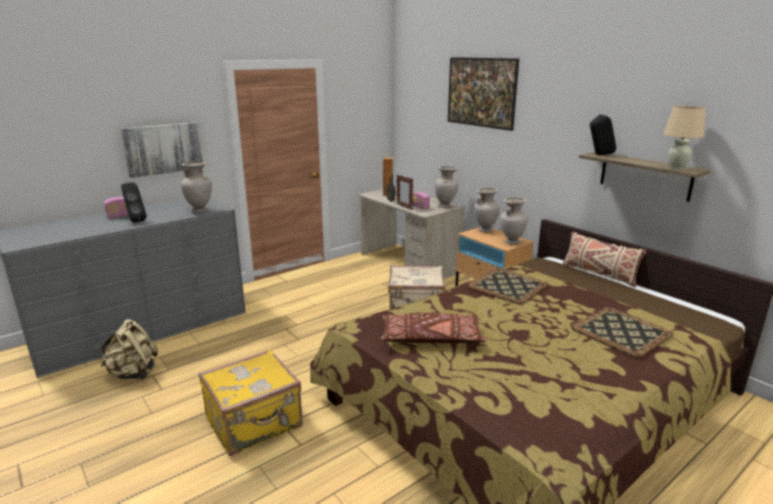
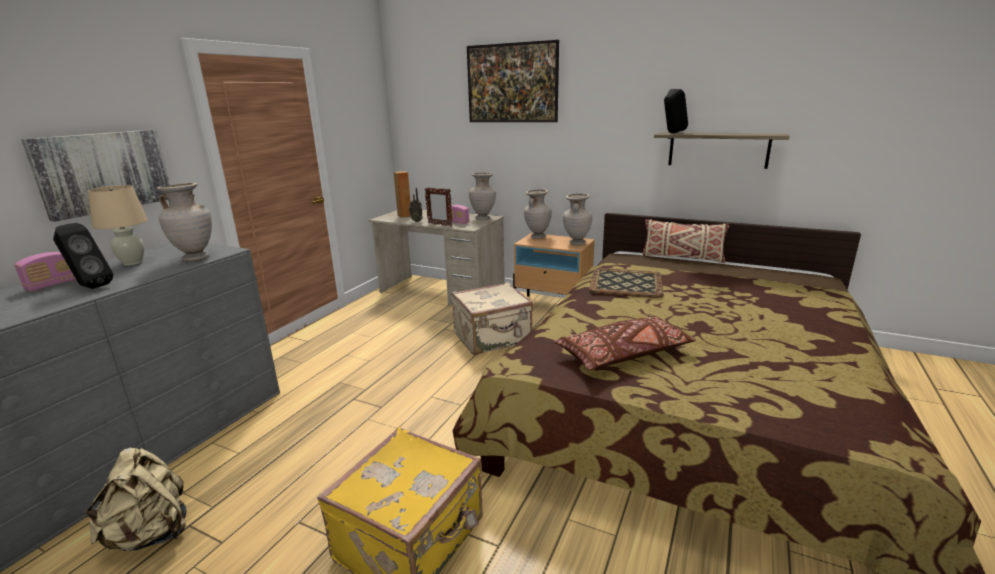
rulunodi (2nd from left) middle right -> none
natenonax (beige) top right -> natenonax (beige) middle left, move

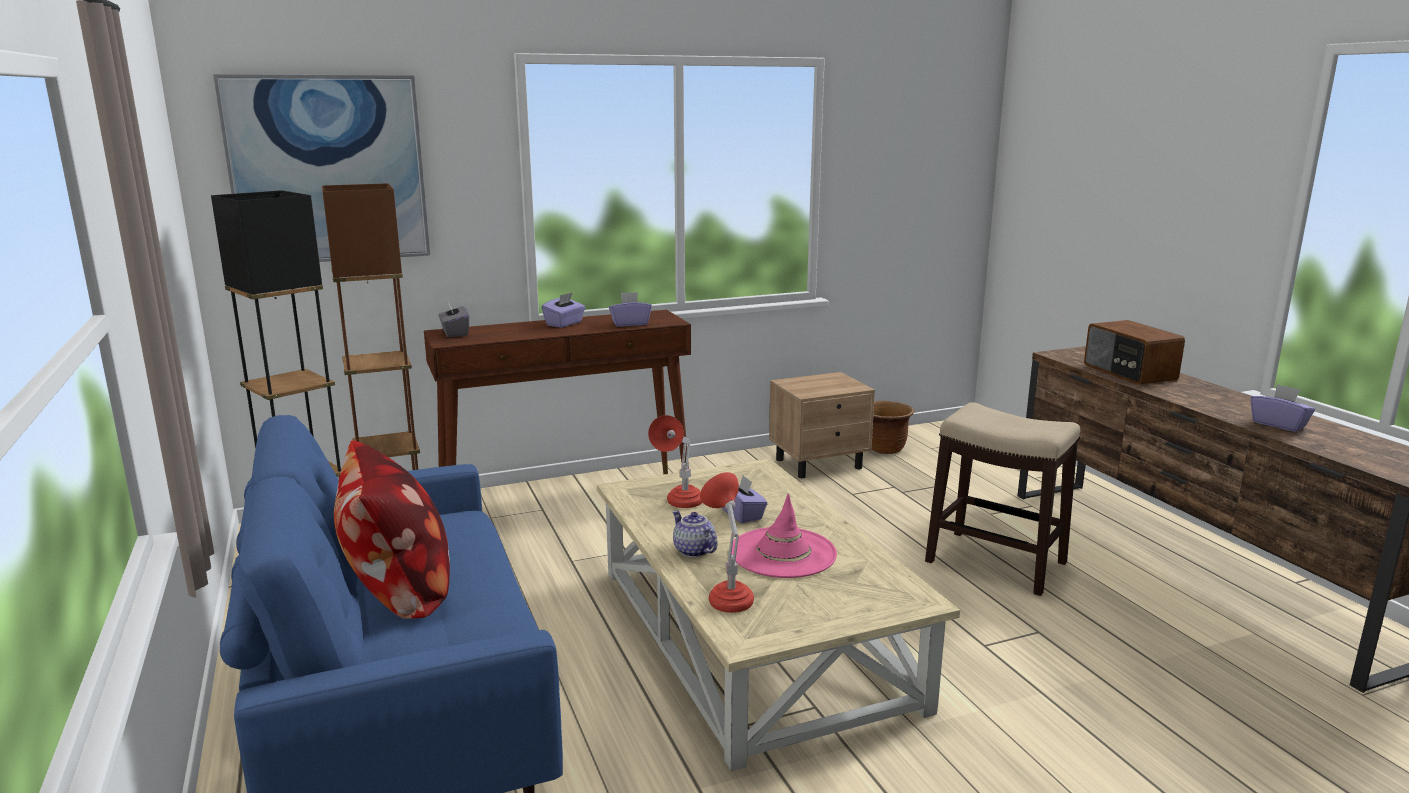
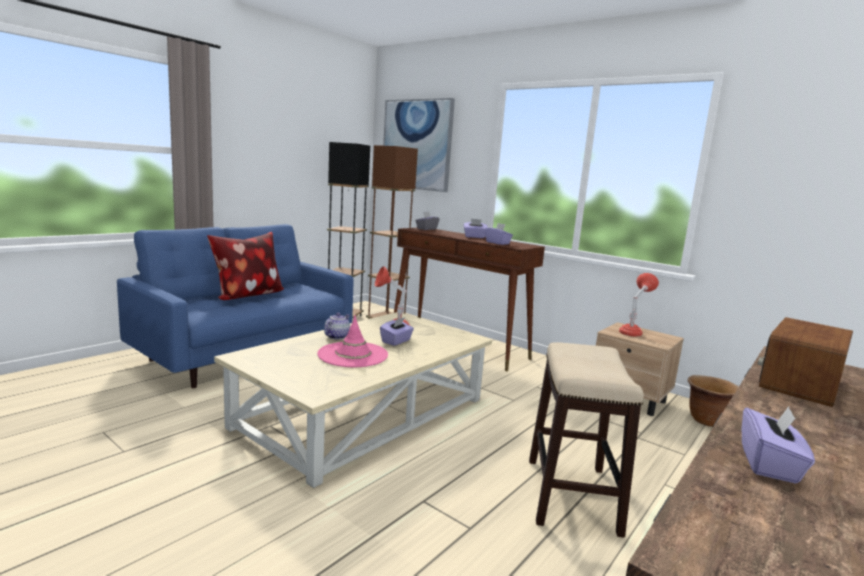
natenonax (red) (2nd from left) bottom centre -> natenonax (red) (2nd from left) middle right, move

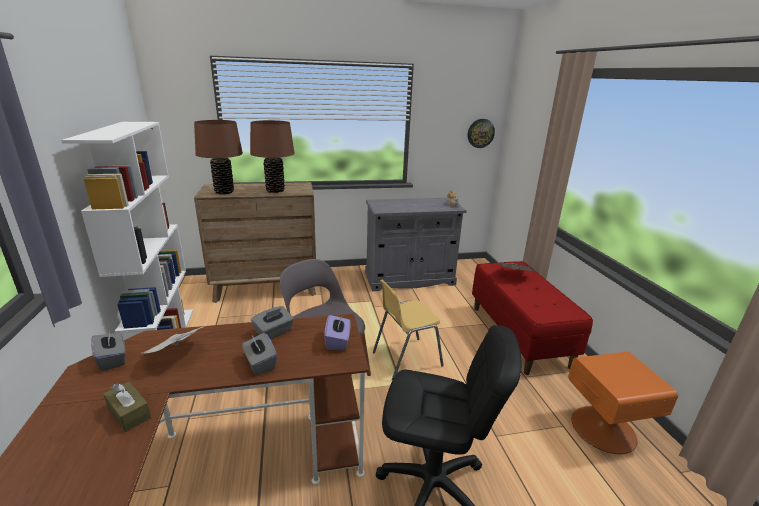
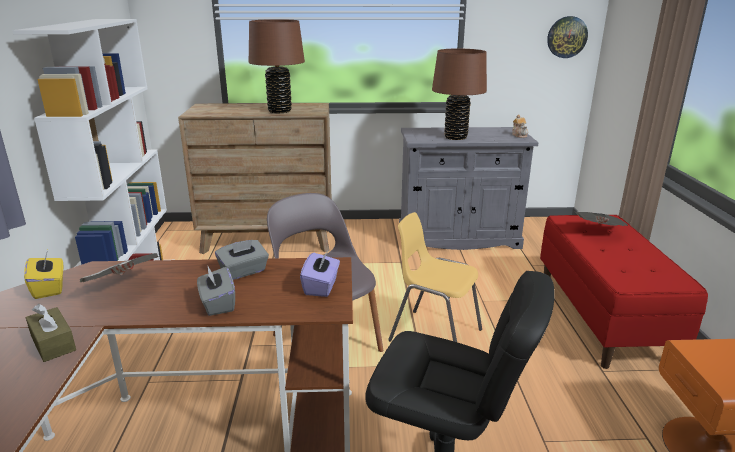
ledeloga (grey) (1st from left) bottom left -> ledeloga (yellow) middle left
natenonax (brown) (1st from left in the first image) top left -> natenonax (brown) (2nd from left) top centre, move
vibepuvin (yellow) centre, 45 degrees clockwise

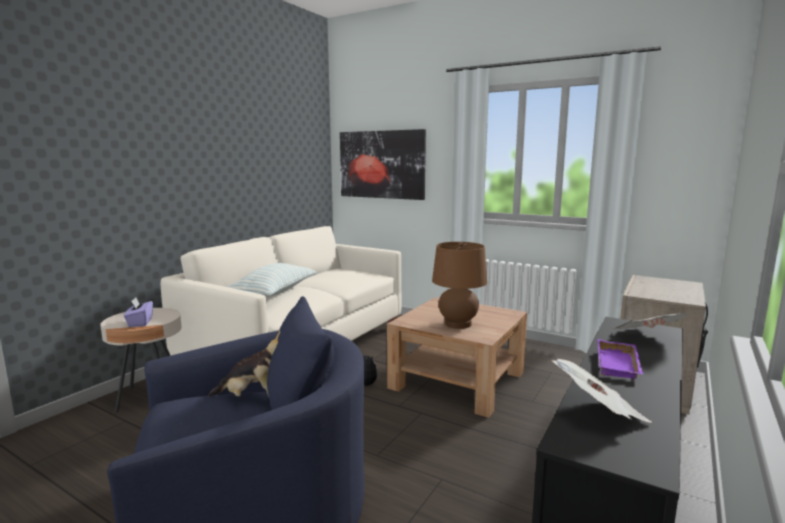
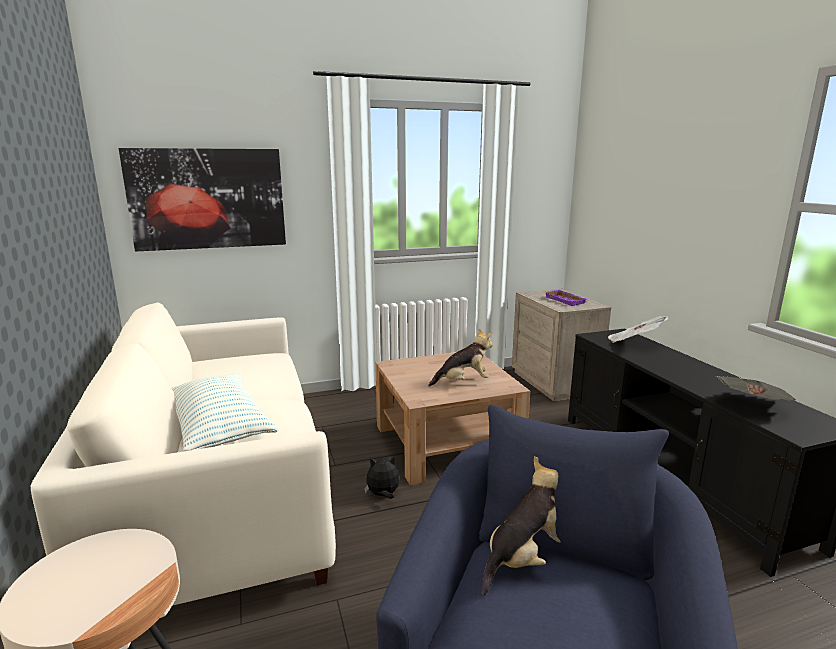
ledeloga (purple) middle left -> none
natenonax (brown) centre -> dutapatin (2nd from left) centre
rulunodi (purple) bottom right -> rulunodi (purple) middle right, move

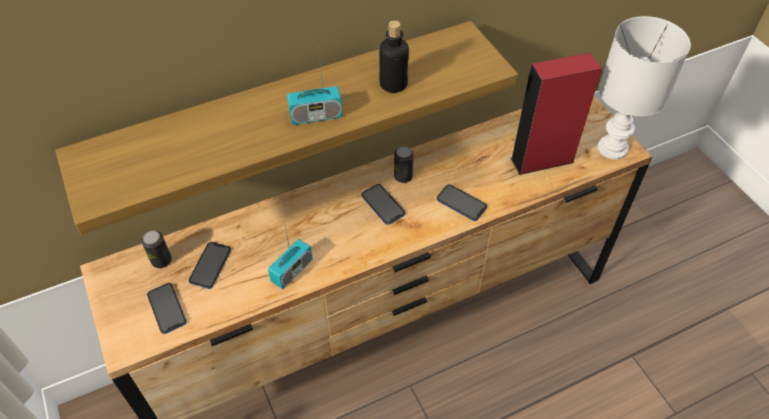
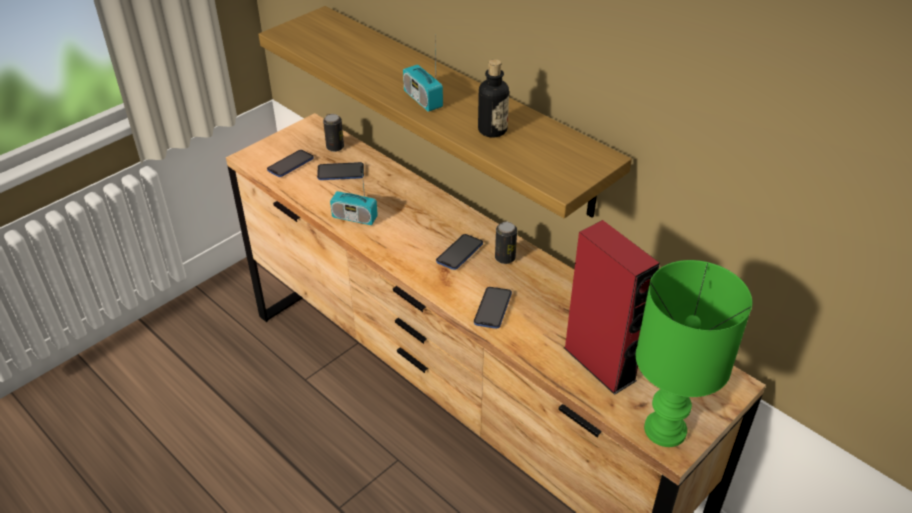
natenonax (white) top right -> natenonax (green) bottom right

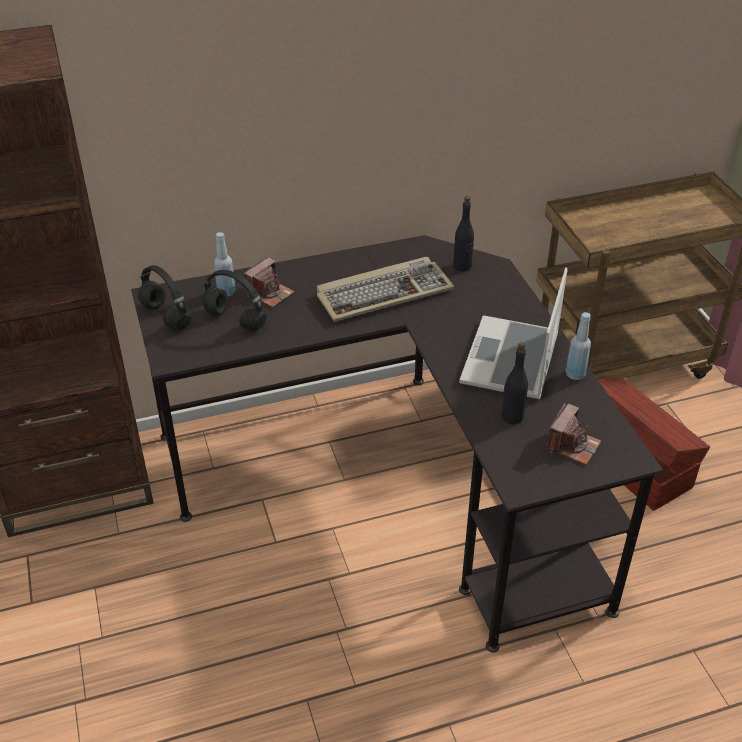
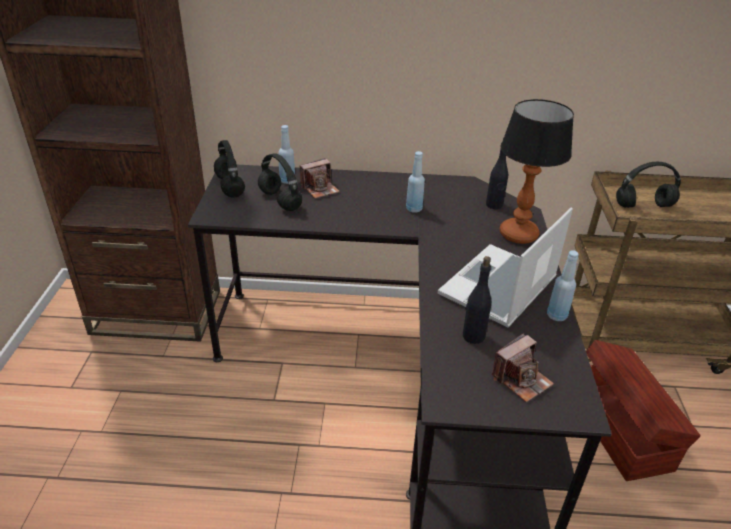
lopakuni centre -> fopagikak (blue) (2nd from left) centre
none -> natenonax top right
none -> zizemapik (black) (3rd from left) middle right

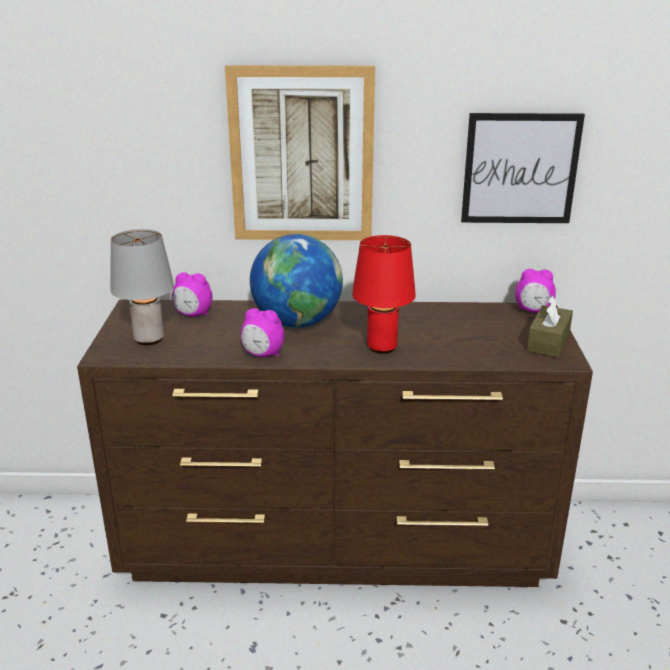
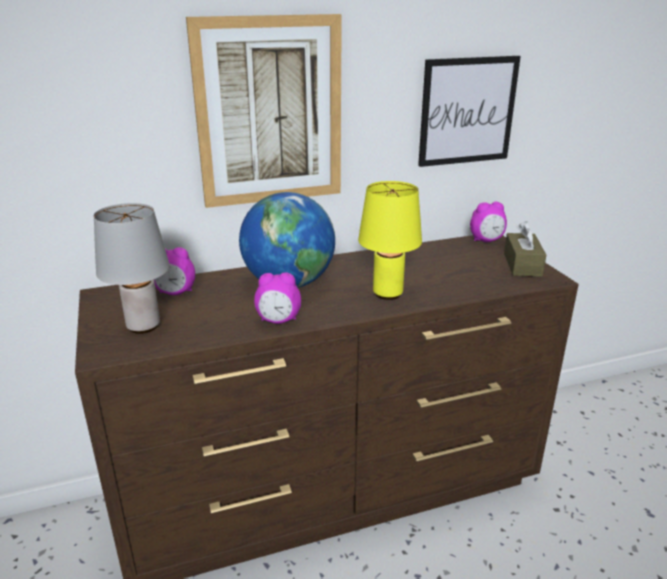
natenonax (red) centre -> natenonax (yellow) centre

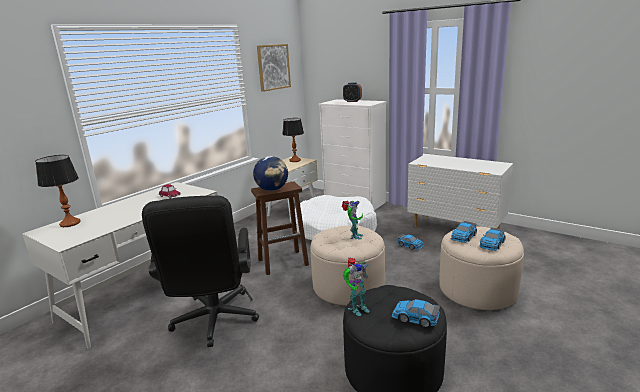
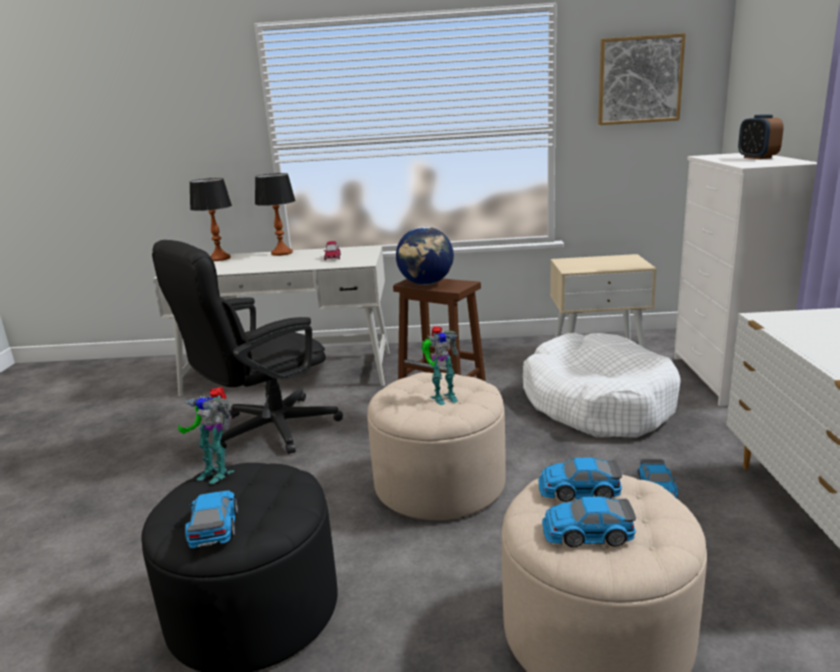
natenonax (2nd from left) centre -> natenonax (2nd from left) top left, move

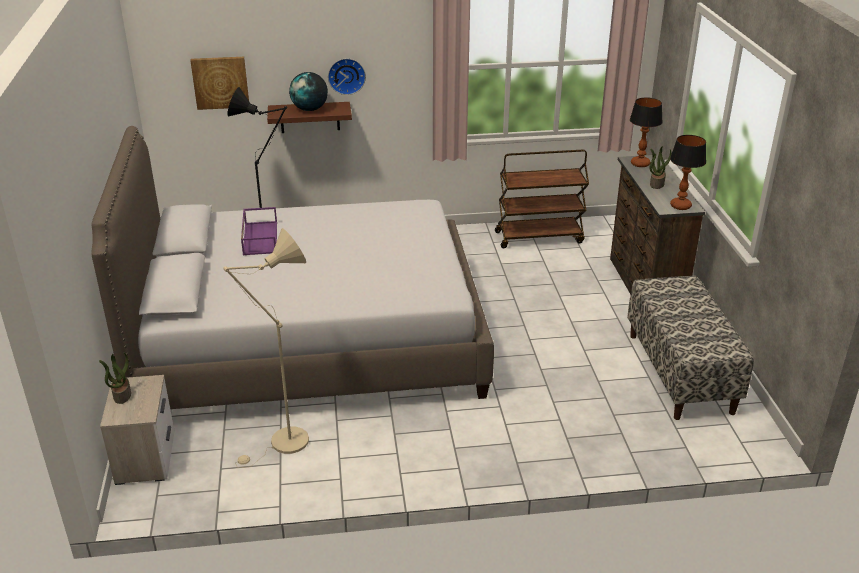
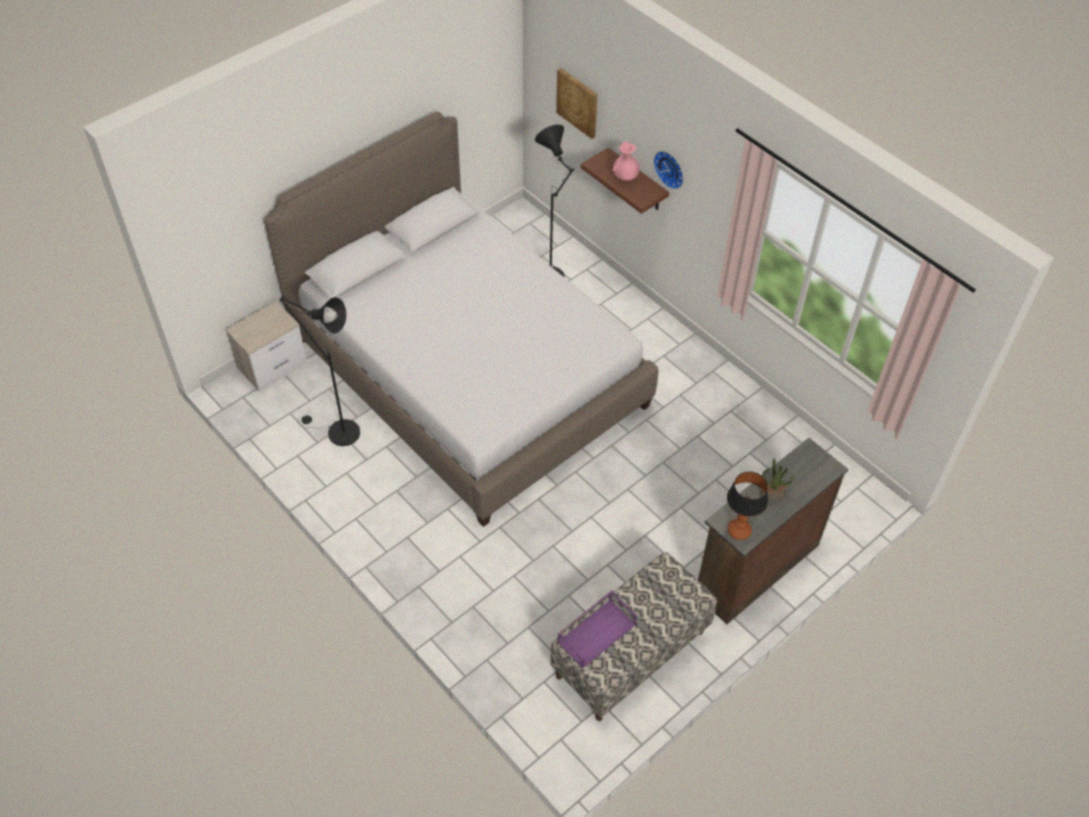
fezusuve (1st from left) middle left -> none
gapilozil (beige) middle left -> gapilozil (black) (1st from left) middle left
rulunodi (purple) middle left -> rulunodi (purple) bottom centre, move
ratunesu top centre -> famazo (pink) top centre
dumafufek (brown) centre -> none
natenonax (1st from left) top right -> none

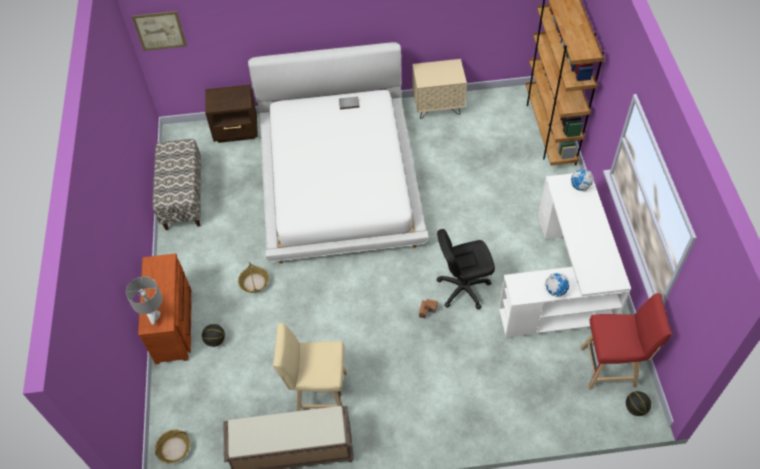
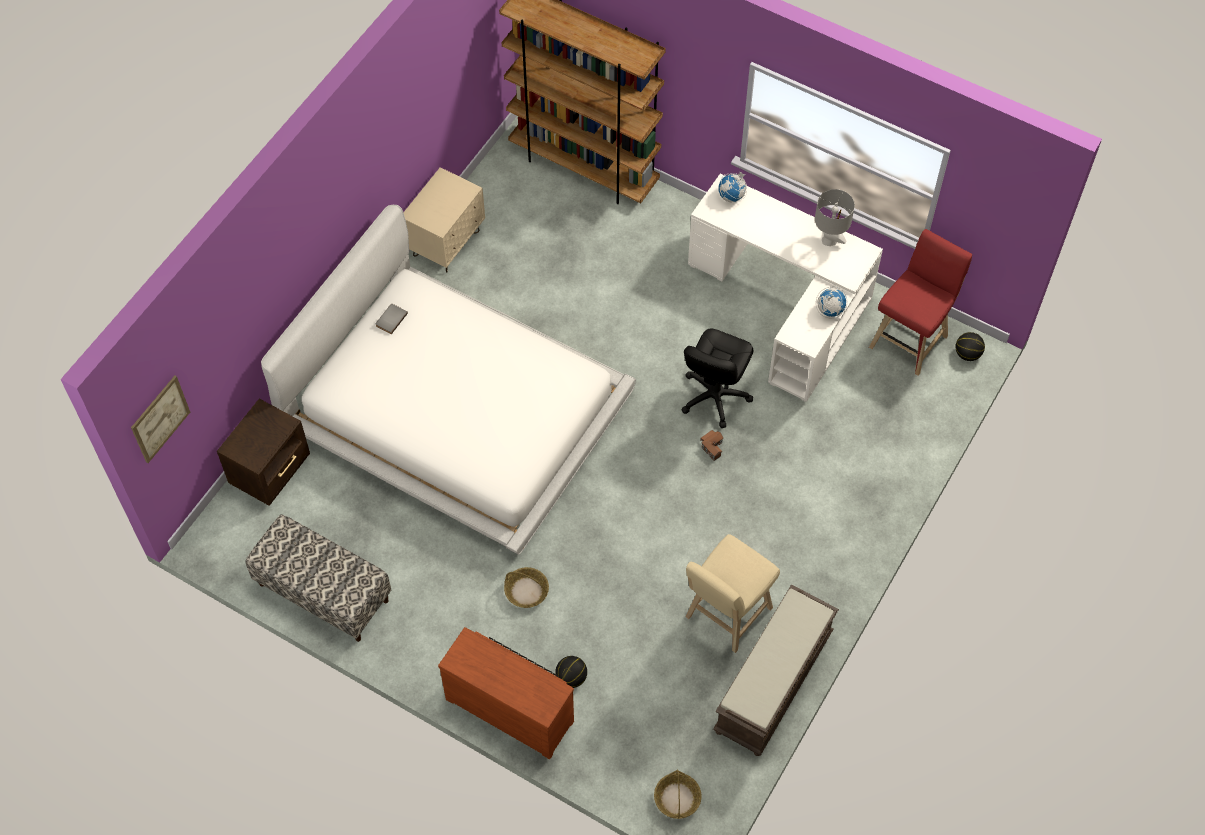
natenonax (grey) middle left -> natenonax (grey) top right, move

